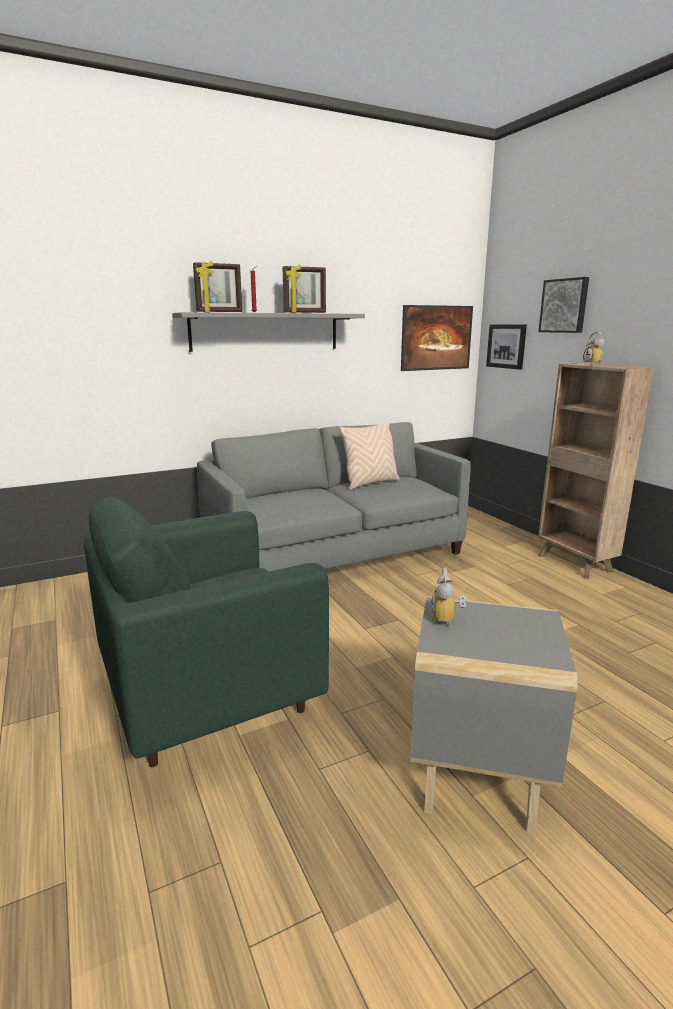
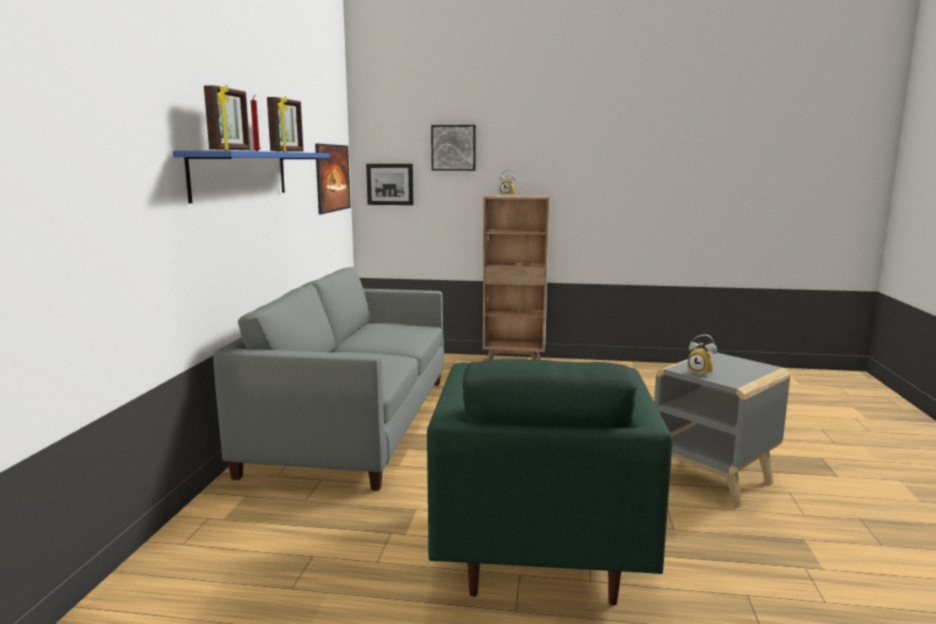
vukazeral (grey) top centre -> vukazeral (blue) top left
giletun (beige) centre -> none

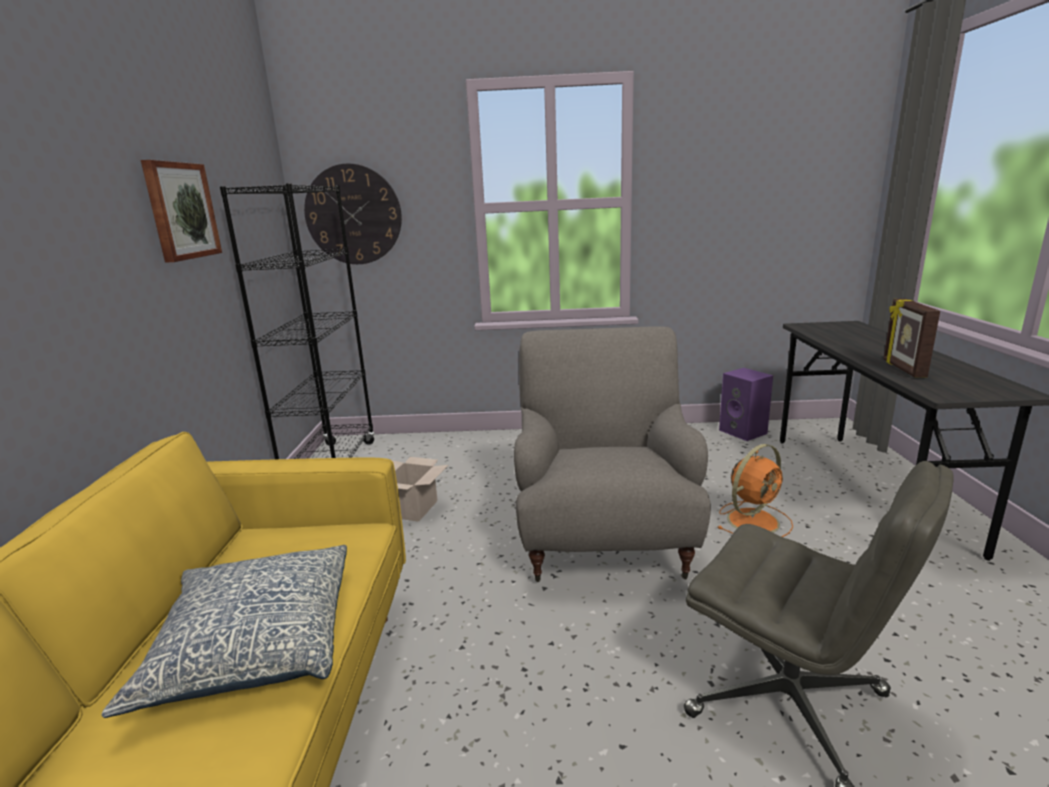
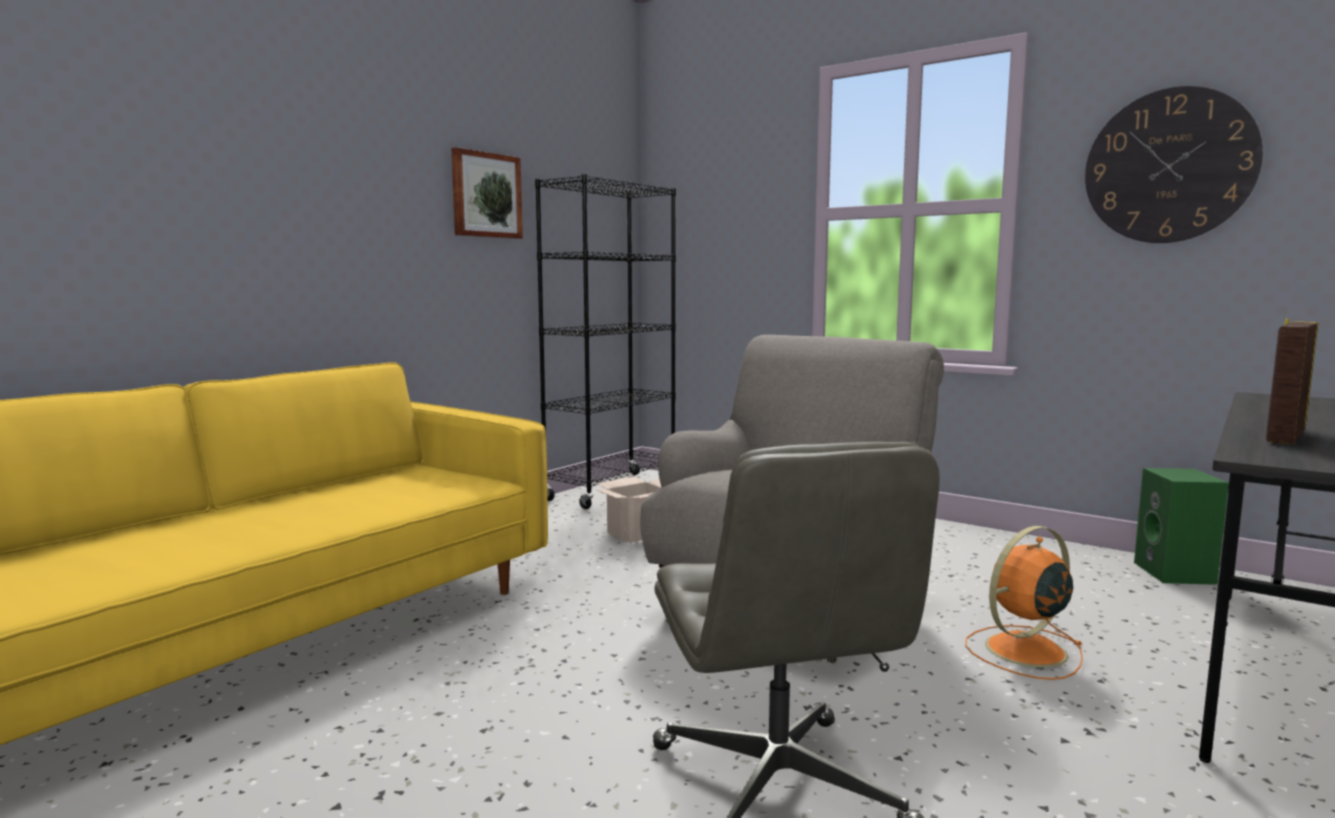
giletun bottom left -> none
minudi top centre -> minudi top right, move
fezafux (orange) middle right -> fezafux (orange) bottom right, 150 degrees clockwise
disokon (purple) middle right -> disokon (green) middle right

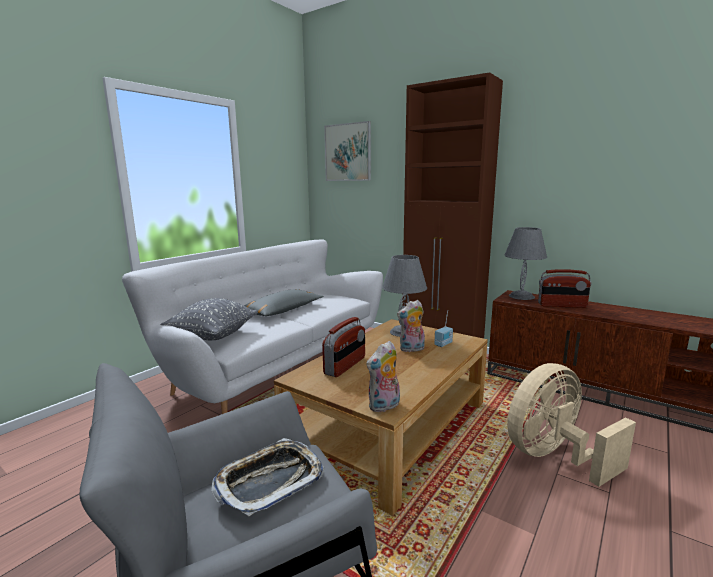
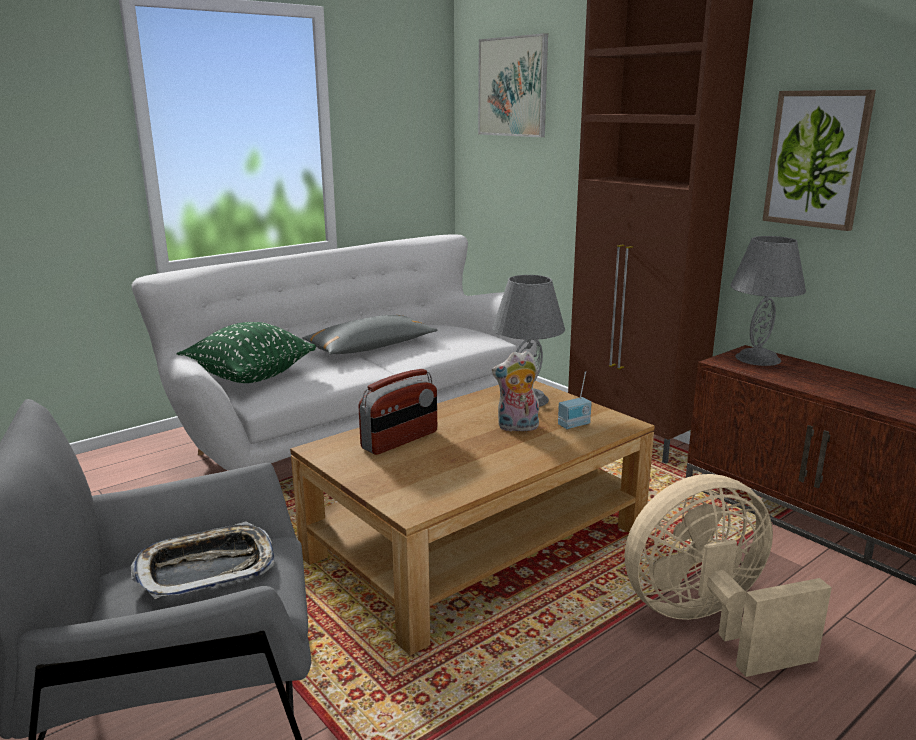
giletun (grey) (1st from left) middle left -> giletun (green) middle left
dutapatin (1st from left) centre -> none
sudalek (3rd from left) middle right -> none
none -> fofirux (2nd from left) top right

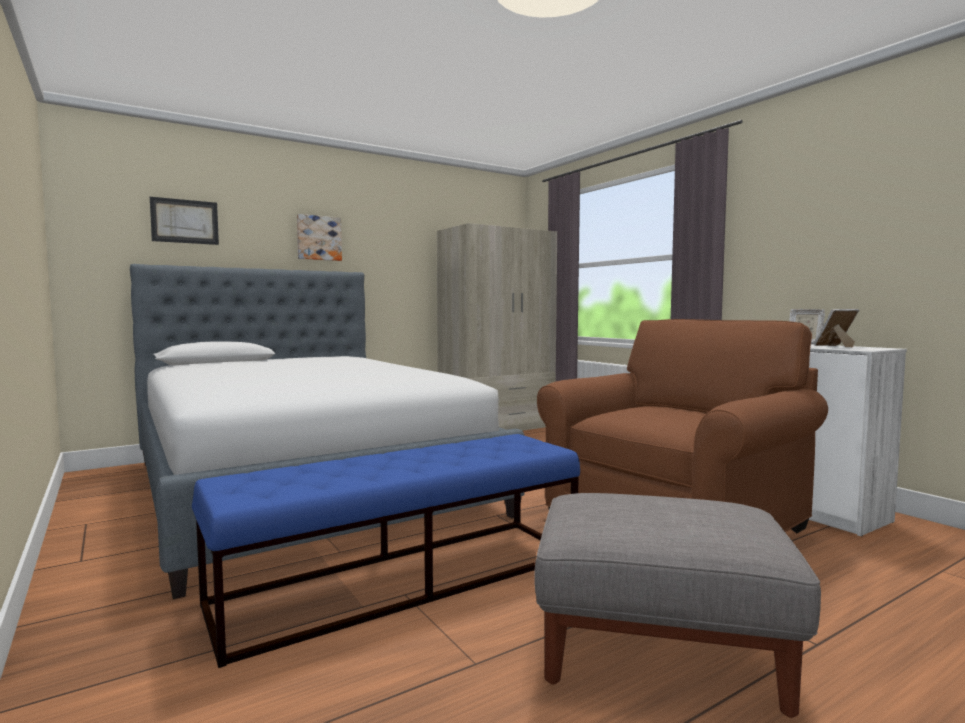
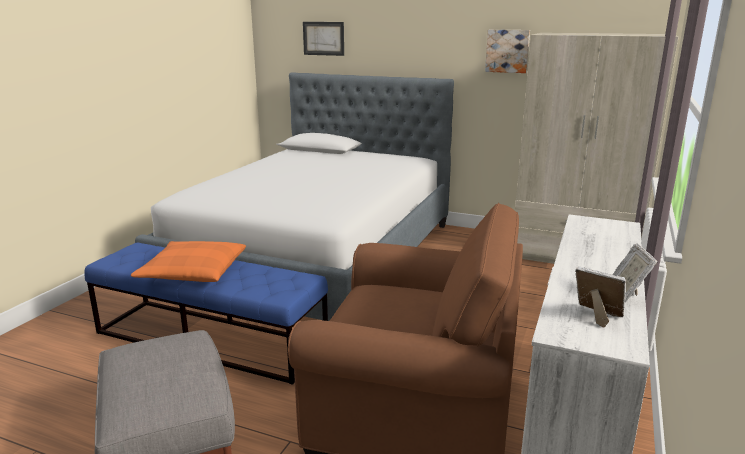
fofirux (2nd from left) top left -> fofirux (2nd from left) top right, move
none -> giletun (orange) middle left

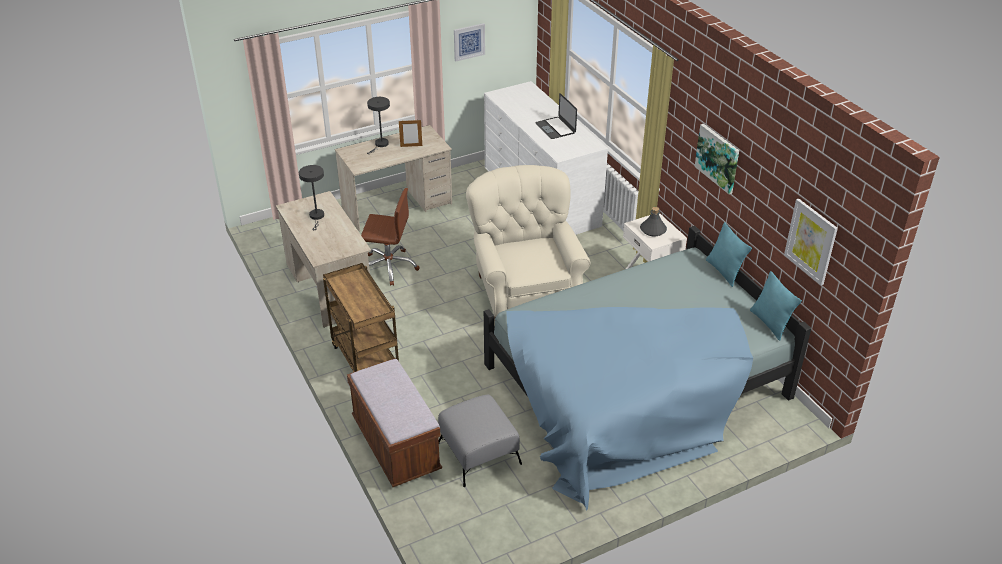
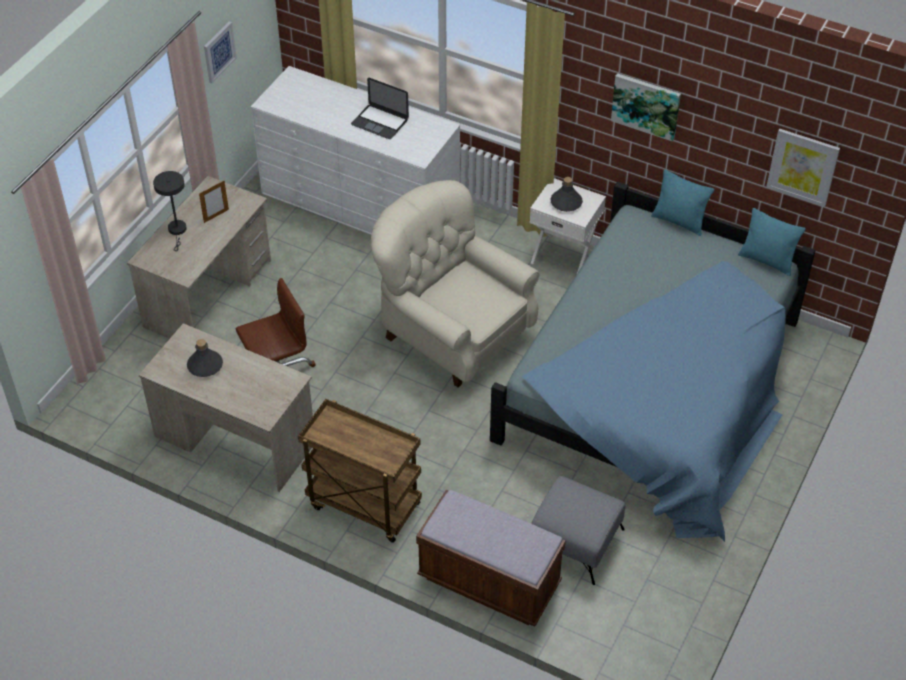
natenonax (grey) (1st from left) middle left -> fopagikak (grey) (1st from left) middle left

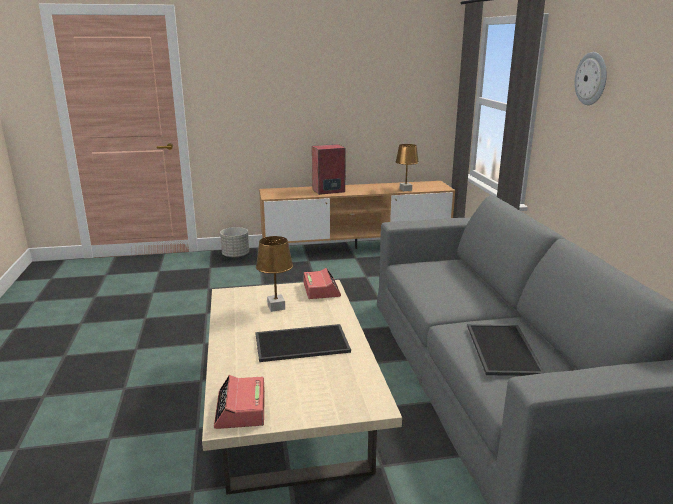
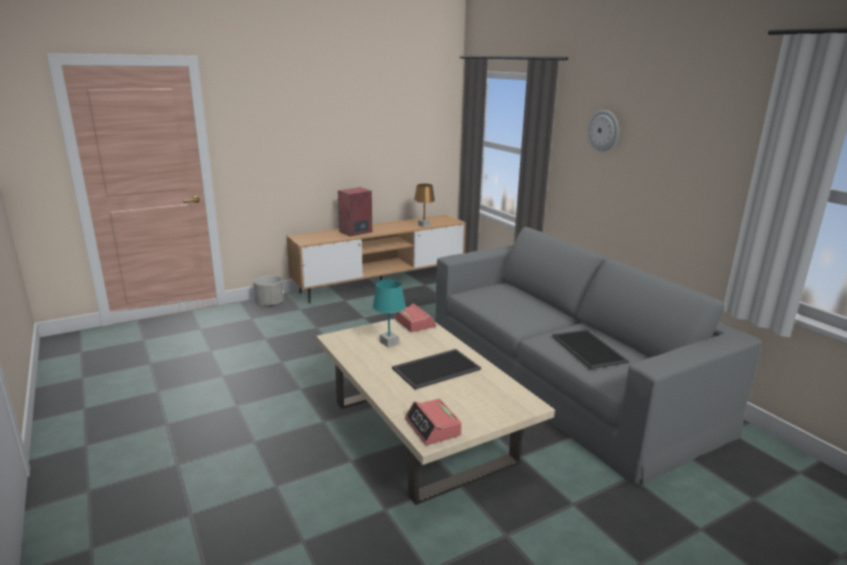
natenonax (brown) (1st from left) centre -> natenonax (turquoise) centre

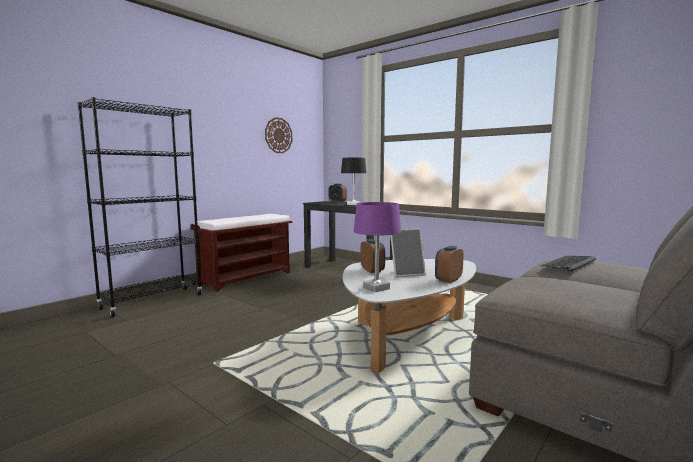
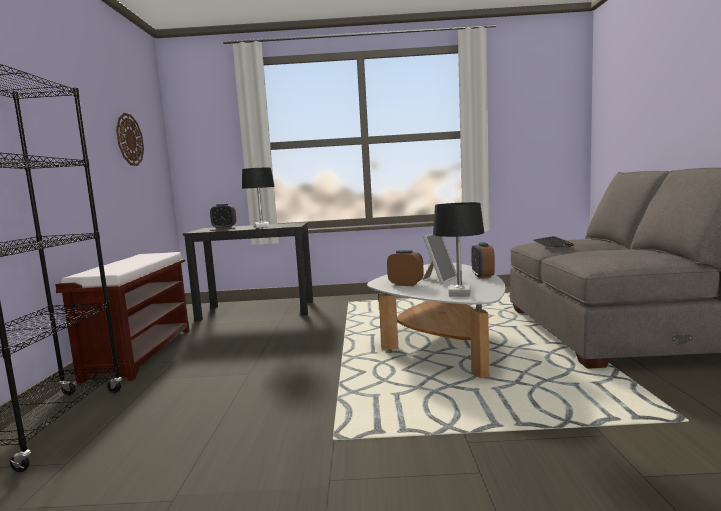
natenonax (purple) centre -> natenonax (black) (2nd from left) centre

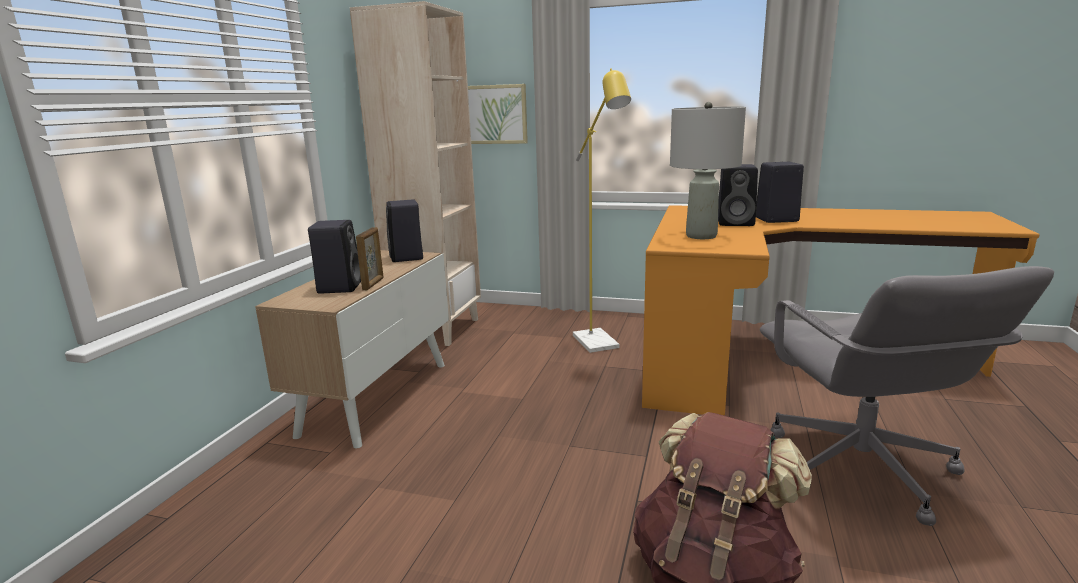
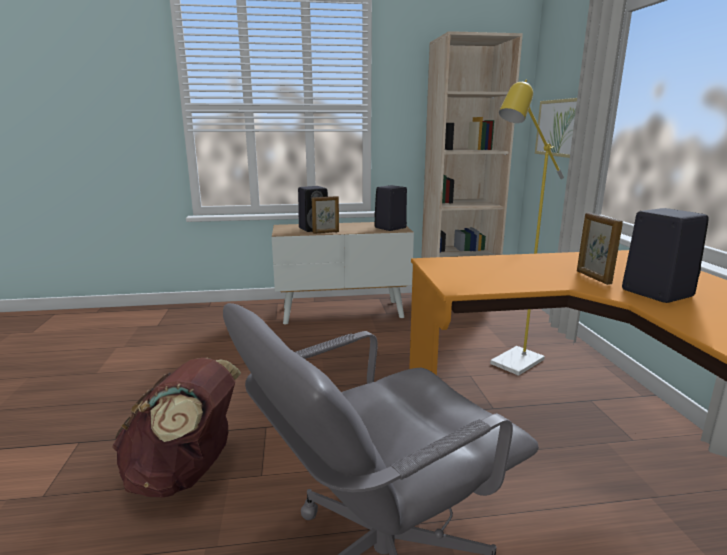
natenonax (grey) top centre -> none
disokon (black) (3rd from left) middle right -> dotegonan (2nd from left) middle right

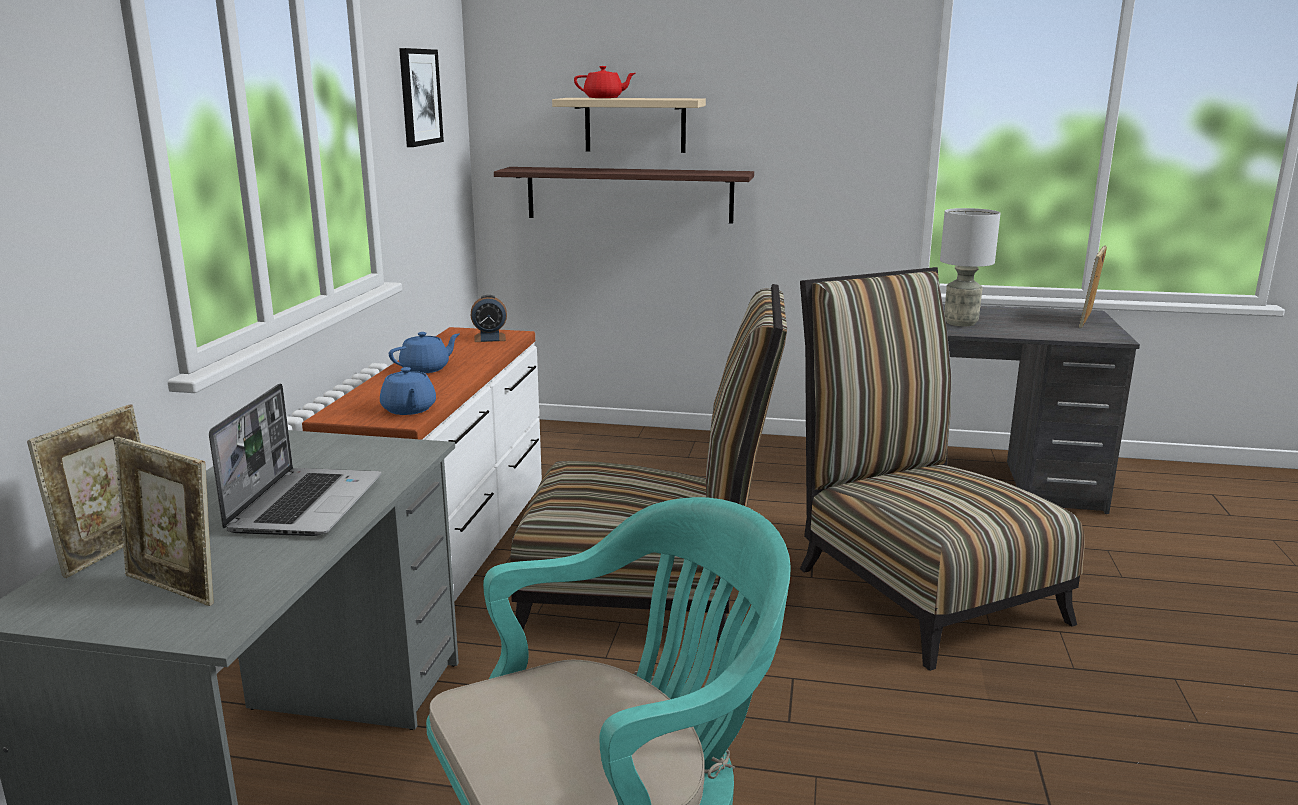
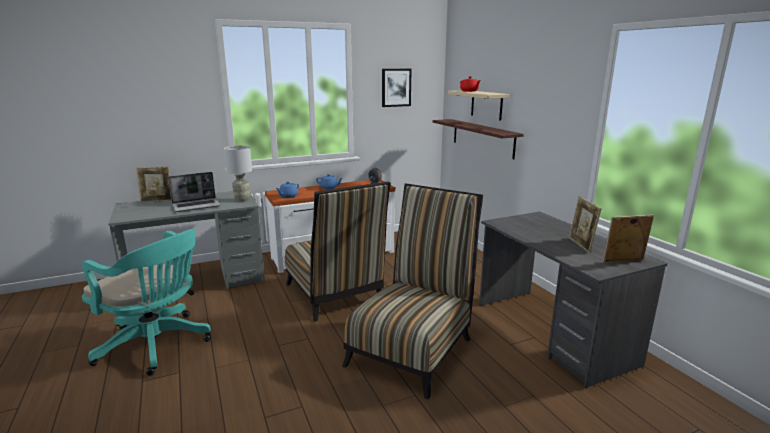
dotegonan (2nd from left) middle left -> dotegonan (2nd from left) middle right, move
natenonax (grey) top right -> natenonax (grey) middle left, move

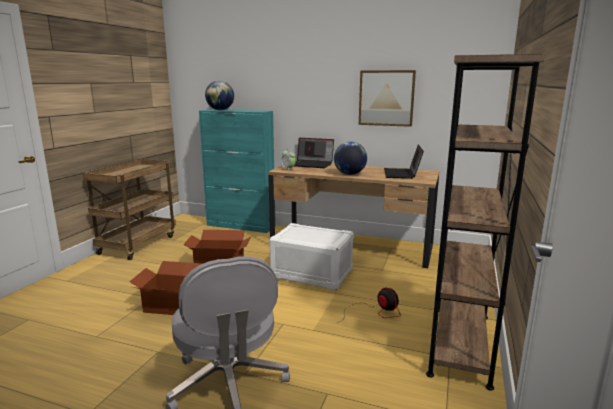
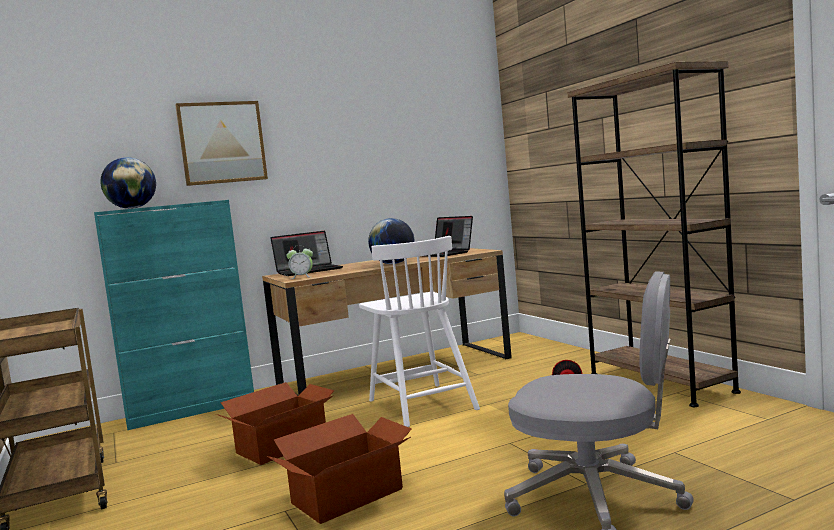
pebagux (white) centre -> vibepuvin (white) centre
fofirux top centre -> fofirux top left, move

